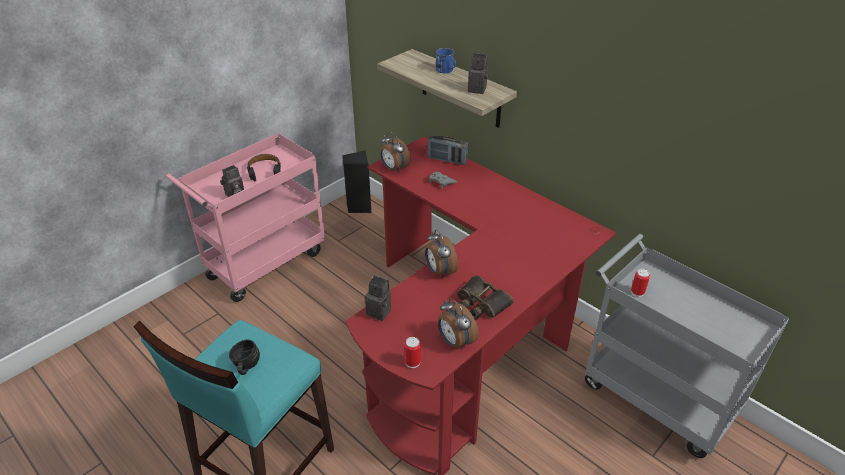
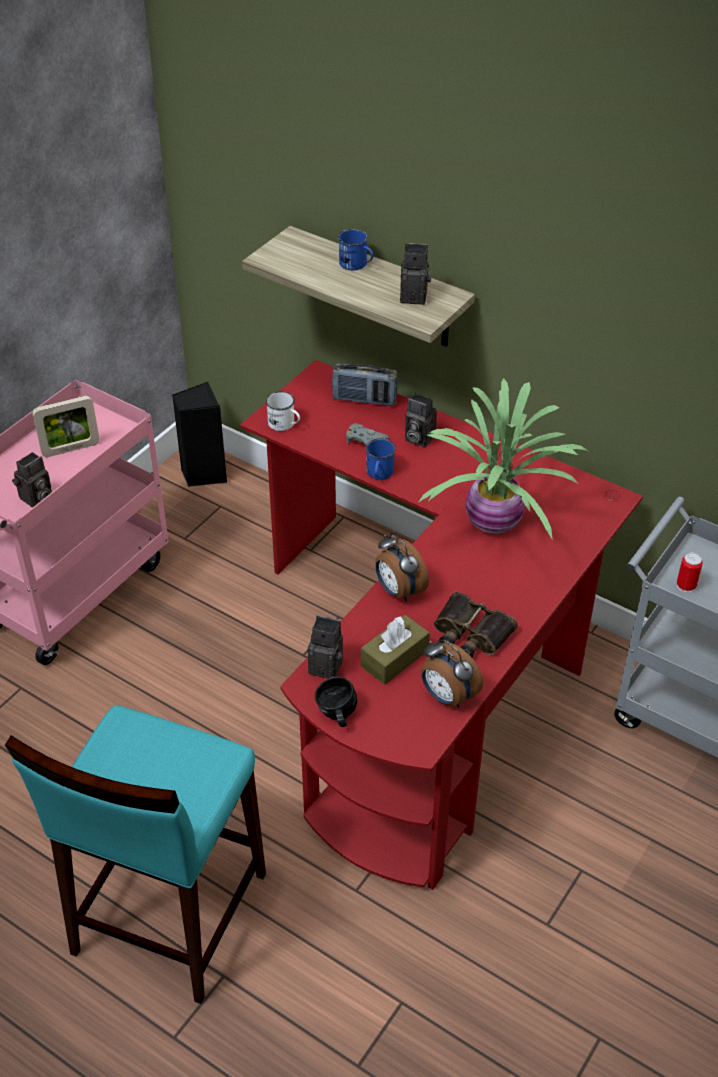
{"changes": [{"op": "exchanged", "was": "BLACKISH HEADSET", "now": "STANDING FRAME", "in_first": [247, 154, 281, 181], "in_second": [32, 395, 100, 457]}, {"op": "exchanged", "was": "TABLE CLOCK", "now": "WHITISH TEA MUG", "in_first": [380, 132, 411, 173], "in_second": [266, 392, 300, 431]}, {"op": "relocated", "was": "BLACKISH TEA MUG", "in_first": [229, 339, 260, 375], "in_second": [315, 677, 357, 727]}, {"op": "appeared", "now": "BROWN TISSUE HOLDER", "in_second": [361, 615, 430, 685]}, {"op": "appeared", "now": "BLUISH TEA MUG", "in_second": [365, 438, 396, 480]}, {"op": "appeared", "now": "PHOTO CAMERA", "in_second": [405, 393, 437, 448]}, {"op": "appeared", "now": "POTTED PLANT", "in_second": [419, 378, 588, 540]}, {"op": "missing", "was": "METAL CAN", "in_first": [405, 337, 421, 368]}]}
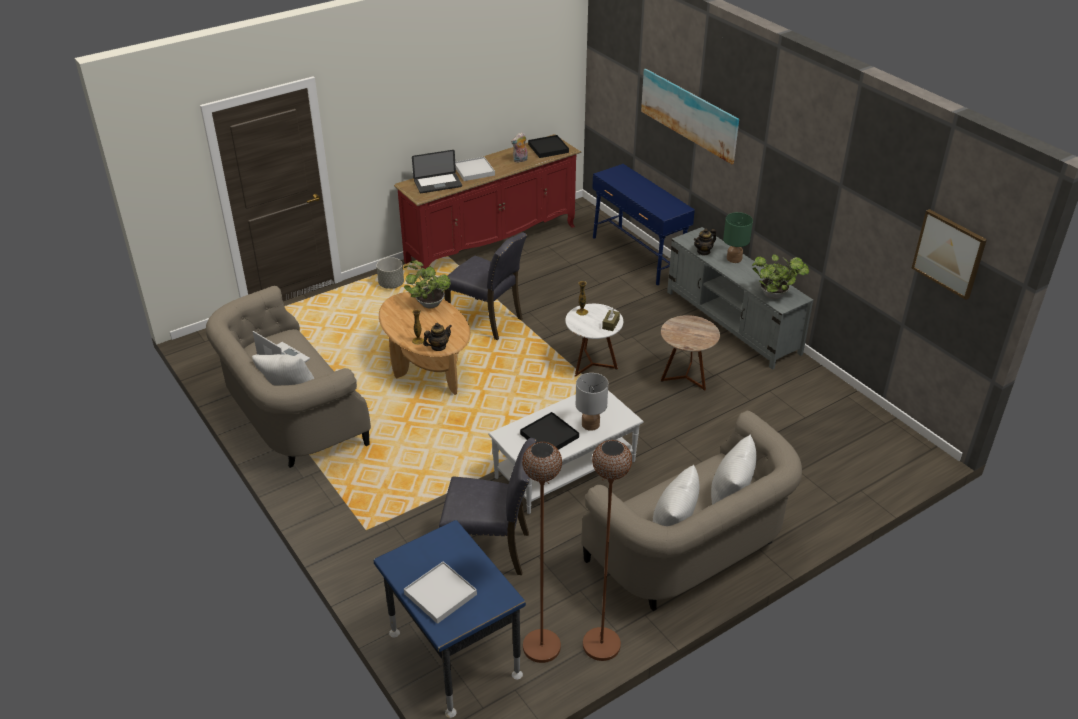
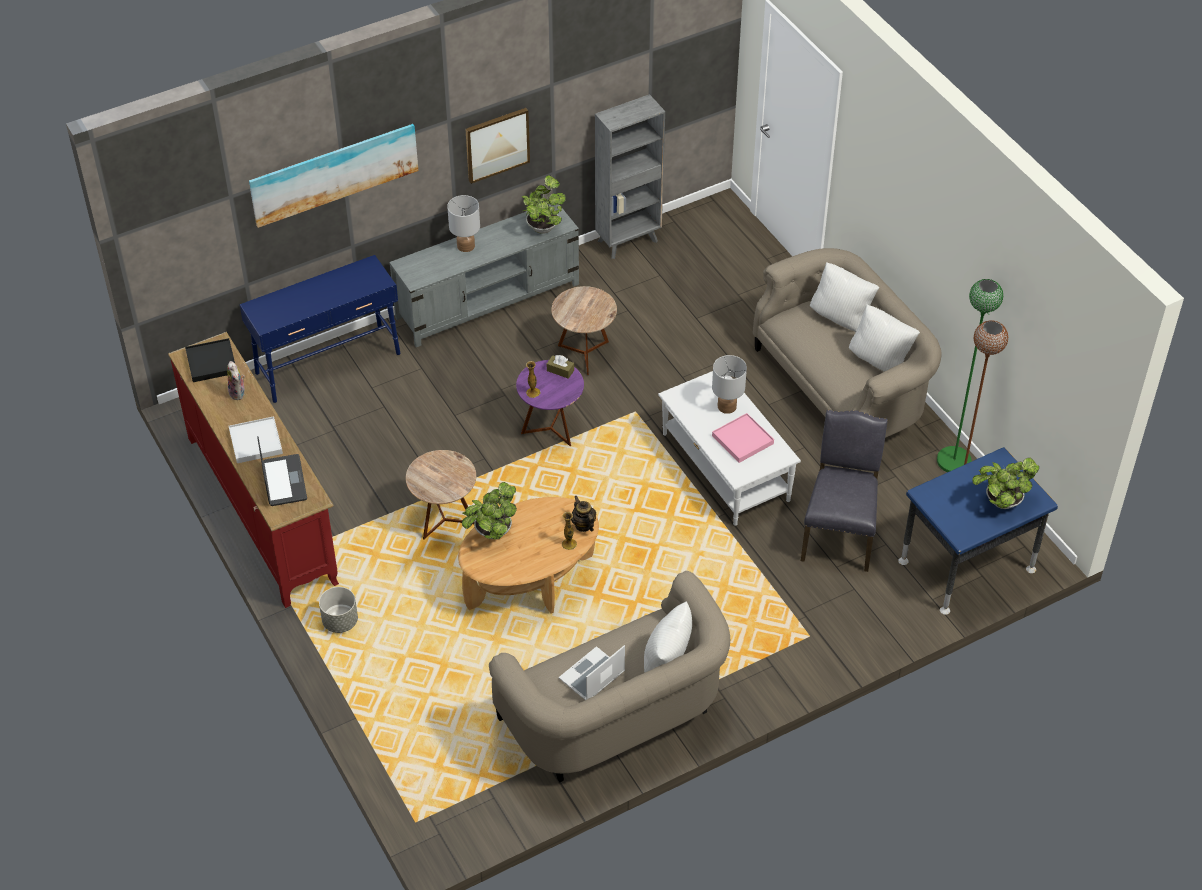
{"changes": [{"op": "exchanged", "was": "GRAY PLAIN CHAIR", "now": "BROWN SIDE TABLE", "in_first": [444, 232, 527, 340], "in_second": [406, 450, 476, 540]}, {"op": "colour", "was": "GREEN TABLETOP LAMP", "now": "GRAY TABLETOP LAMP", "in_first": [723, 212, 753, 263], "in_second": [447, 195, 480, 252]}, {"op": "relocated", "was": "WALL ART", "in_first": [912, 209, 987, 300], "in_second": [465, 108, 530, 184]}, {"op": "colour", "was": "WHITISH SIDE TABLE", "now": "PURPLE-COLOURED SIDE TABLE", "in_first": [565, 304, 623, 377], "in_second": [516, 360, 584, 446]}, {"op": "appeared", "now": "GRAY BOOKSHELF", "in_second": [595, 94, 665, 259]}, {"op": "colour", "was": "BLACKISH TRAY", "now": "PINK TRAY", "in_first": [520, 412, 579, 450], "in_second": [712, 413, 774, 463]}, {"op": "colour", "was": "BROWN STANDARD LAMP", "now": "GREEN STANDARD LAMP", "in_first": [583, 440, 632, 661], "in_second": [937, 279, 1003, 472]}, {"op": "exchanged", "was": "WHITISH TRAY", "now": "POTTED PLANT", "in_first": [404, 561, 477, 624], "in_second": [972, 458, 1039, 509]}, {"op": "missing", "was": "POT FOR TEA", "in_first": [694, 228, 716, 256]}]}
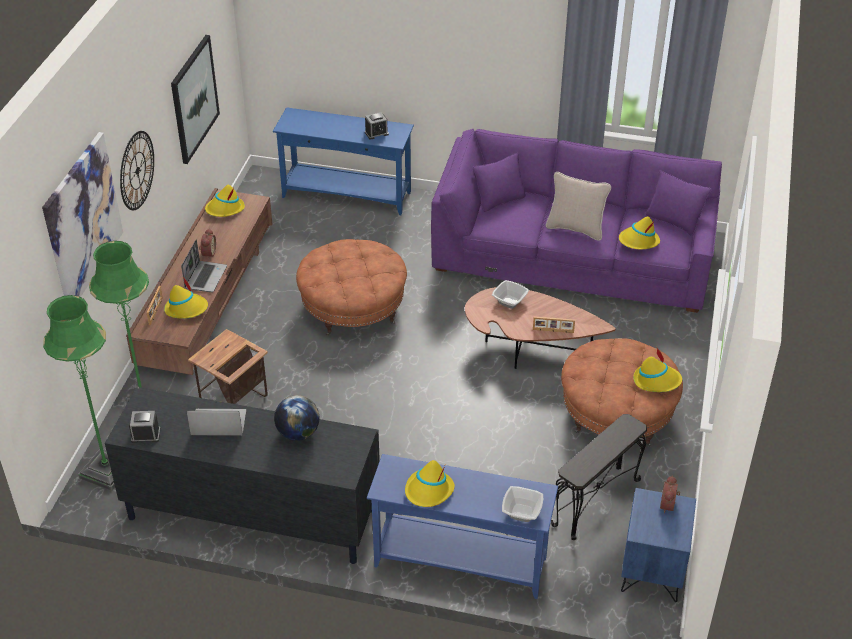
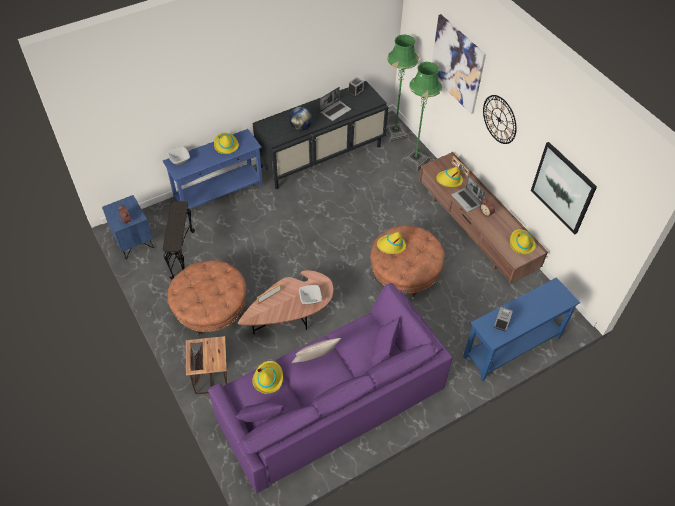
{"changes": [{"op": "relocated", "was": "SIDE TABLE", "in_first": [188, 329, 268, 404], "in_second": [186, 336, 227, 394]}, {"op": "relocated", "was": "YELLOW CLOTHING HAT", "in_first": [633, 348, 682, 392], "in_second": [377, 232, 406, 254]}]}
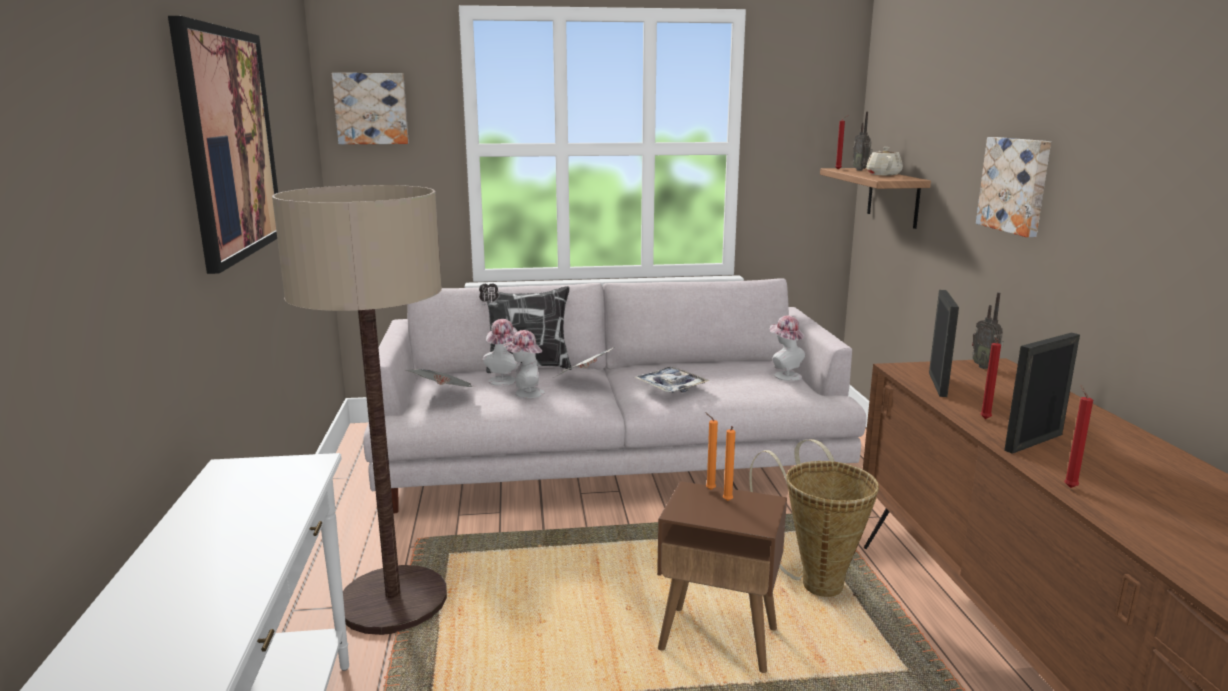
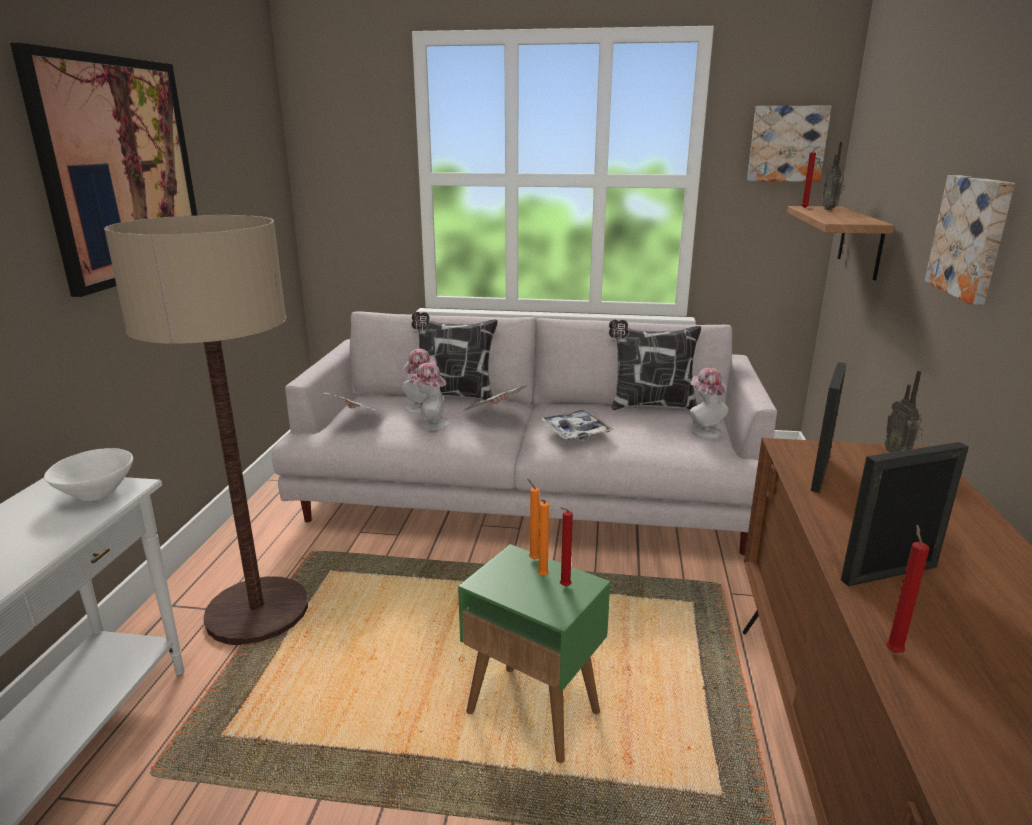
{"changes": [{"op": "appeared", "now": "WHITISH DEEP DISH", "in_second": [44, 448, 133, 501]}, {"op": "colour", "was": "BROWN SIDE TABLE", "now": "GREEN SIDE TABLE", "in_first": [657, 481, 787, 673], "in_second": [458, 544, 610, 763]}, {"op": "relocated", "was": "REDDISH WAX LIGHT", "in_first": [980, 337, 1001, 419], "in_second": [560, 507, 573, 587]}, {"op": "appeared", "now": "THROW PILLOW", "in_second": [609, 320, 701, 410]}, {"op": "relocated", "was": "WALL ART", "in_first": [332, 73, 409, 144], "in_second": [747, 106, 832, 182]}, {"op": "missing", "was": "BASKET", "in_first": [749, 439, 879, 597]}, {"op": "missing", "was": "BEIGE POT FOR TEA", "in_first": [866, 147, 903, 175]}]}
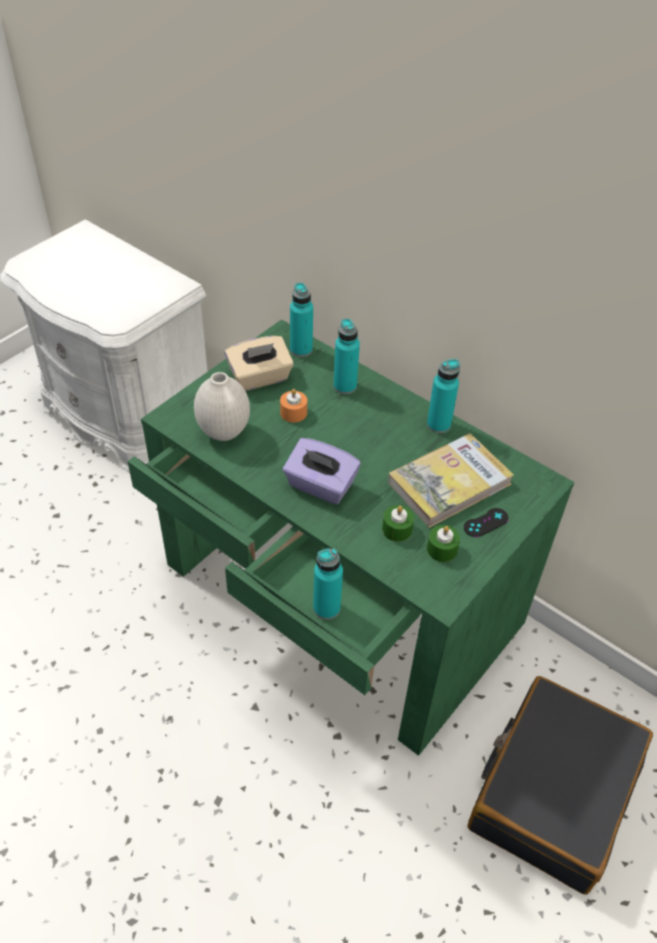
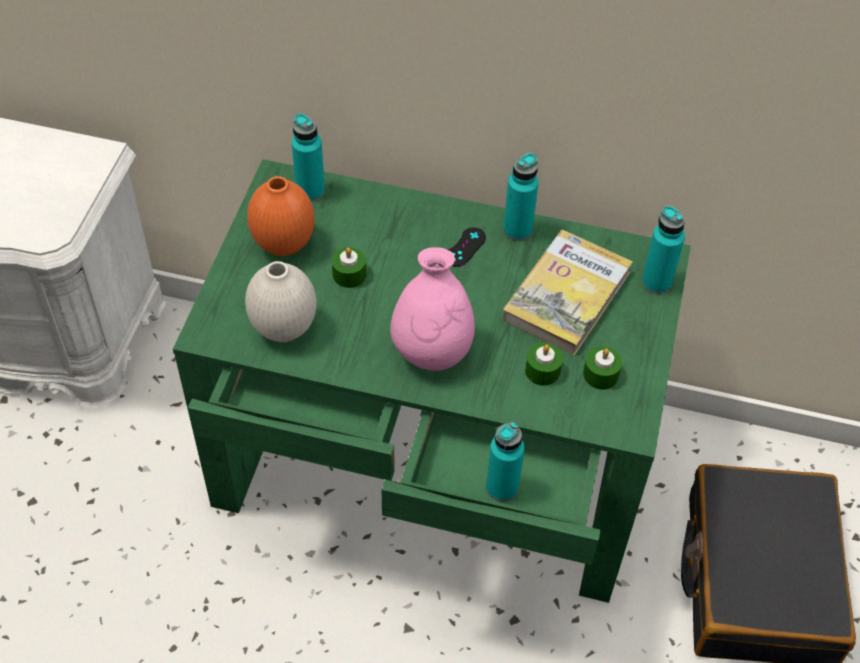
{"changes": [{"op": "exchanged", "was": "BEIGE TISSUE HOLDER", "now": "ORANGE VASE", "in_first": [225, 336, 294, 391], "in_second": [247, 176, 315, 256]}, {"op": "colour", "was": "ORANGE WAX LIGHT", "now": "GREEN WAX LIGHT", "in_first": [280, 389, 307, 423], "in_second": [332, 247, 366, 288]}, {"op": "exchanged", "was": "PURPLE-COLOURED TISSUE HOLDER", "now": "PINK VASE", "in_first": [283, 438, 361, 504], "in_second": [390, 247, 475, 371]}, {"op": "relocated", "was": "BLACKISH JOYPAD", "in_first": [464, 508, 508, 537], "in_second": [448, 227, 486, 267]}, {"op": "relocated", "was": "TURQUOISE-COLOURED BOTTLE", "in_first": [333, 318, 360, 394], "in_second": [642, 205, 685, 294]}]}
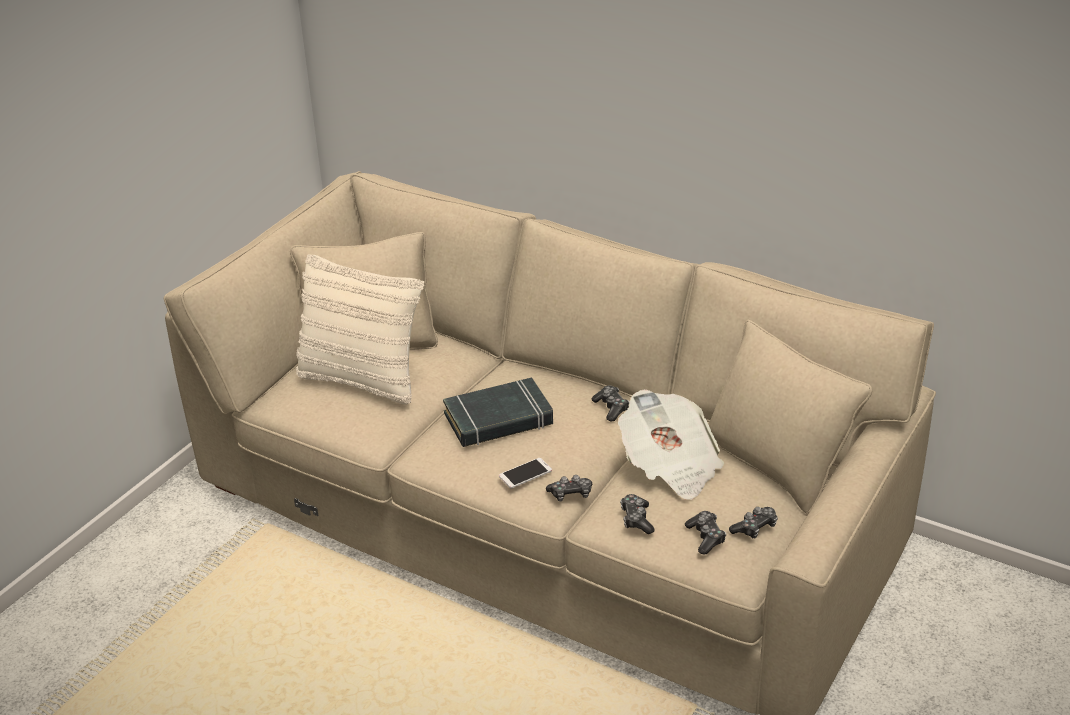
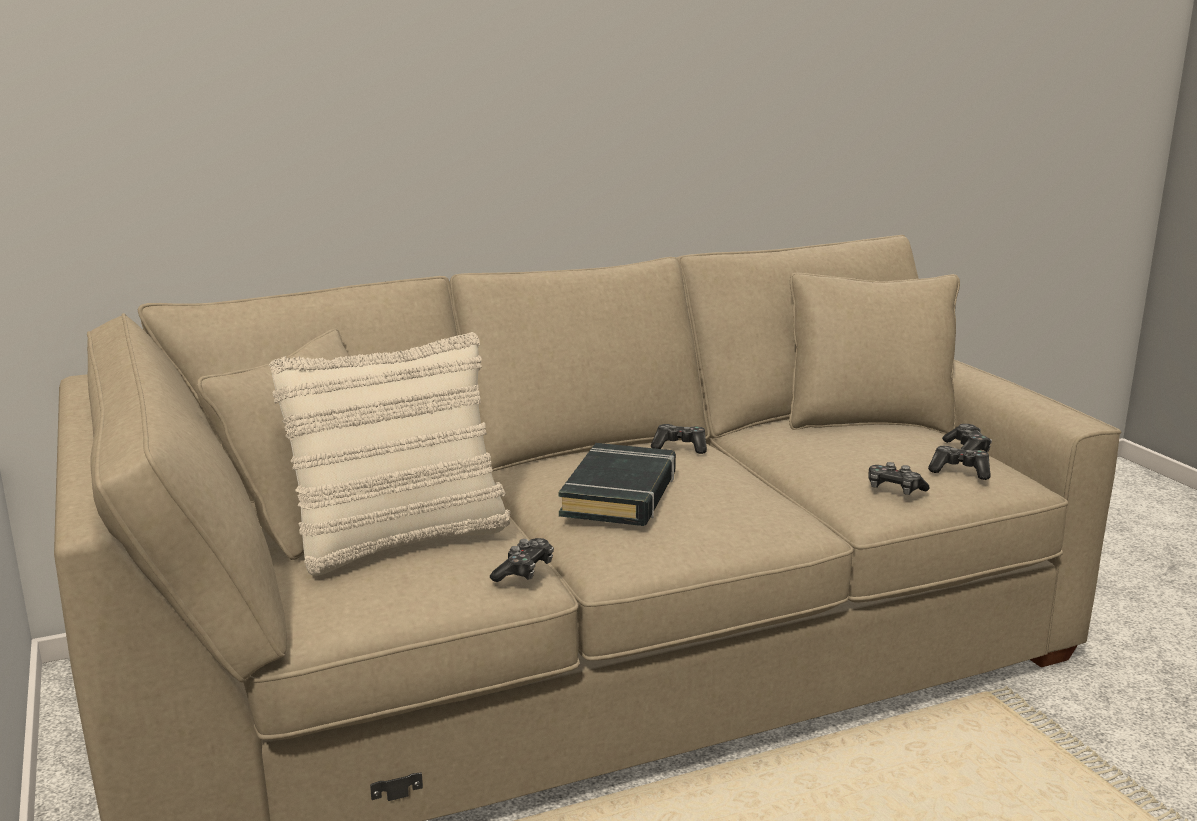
{"changes": [{"op": "relocated", "was": "JOYPAD", "in_first": [546, 475, 592, 501], "in_second": [490, 538, 554, 582]}, {"op": "missing", "was": "PHONE", "in_first": [499, 458, 552, 488]}, {"op": "missing", "was": "DAILY PAPER", "in_first": [618, 389, 724, 500]}]}
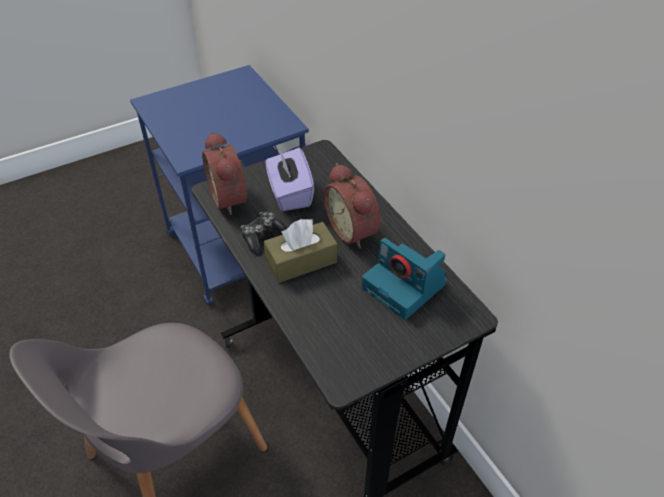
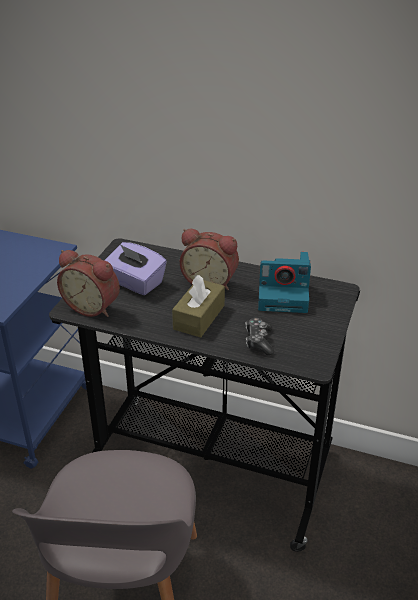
{"changes": [{"op": "relocated", "was": "JOYPAD", "in_first": [240, 211, 287, 253], "in_second": [245, 318, 274, 356]}]}
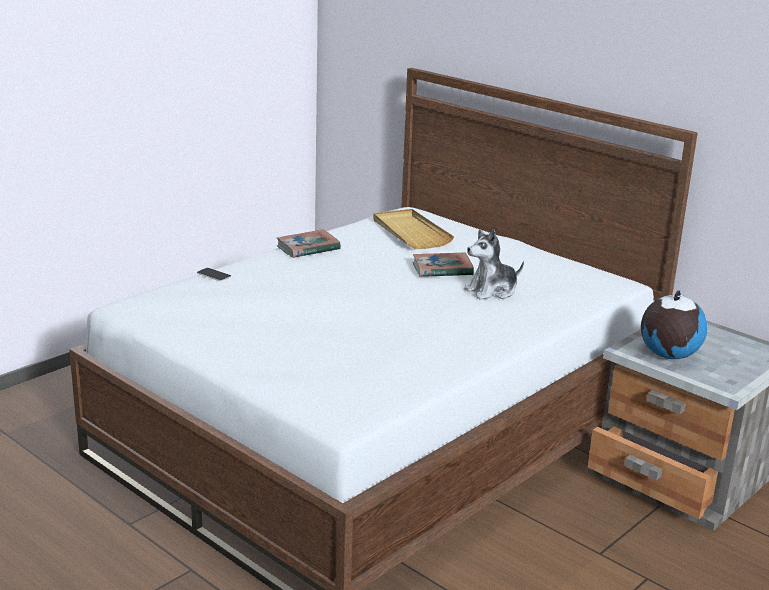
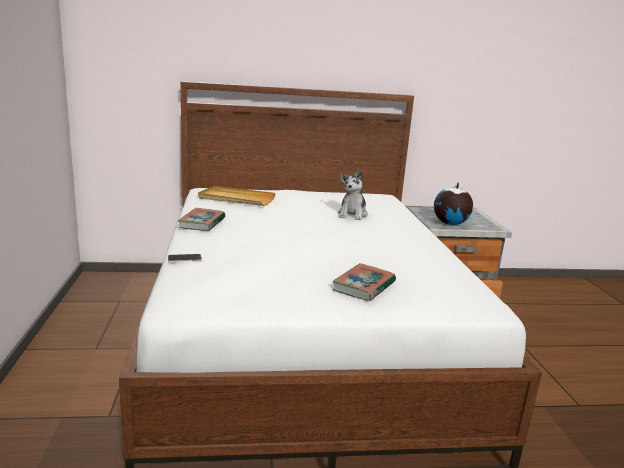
{"changes": [{"op": "relocated", "was": "BOOK", "in_first": [413, 252, 474, 277], "in_second": [332, 263, 396, 301]}]}
